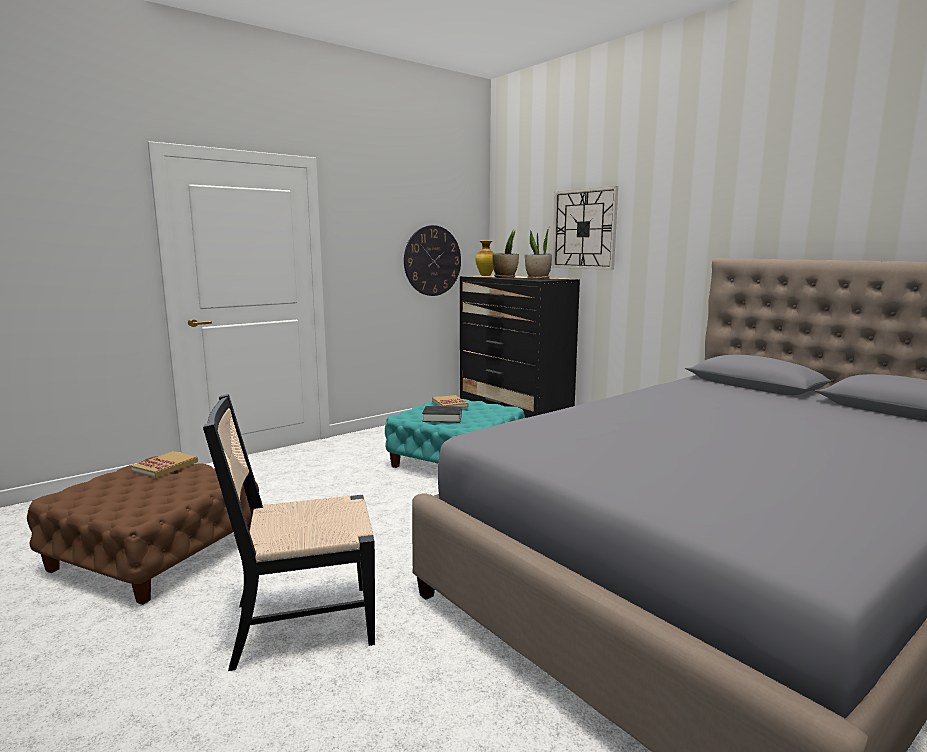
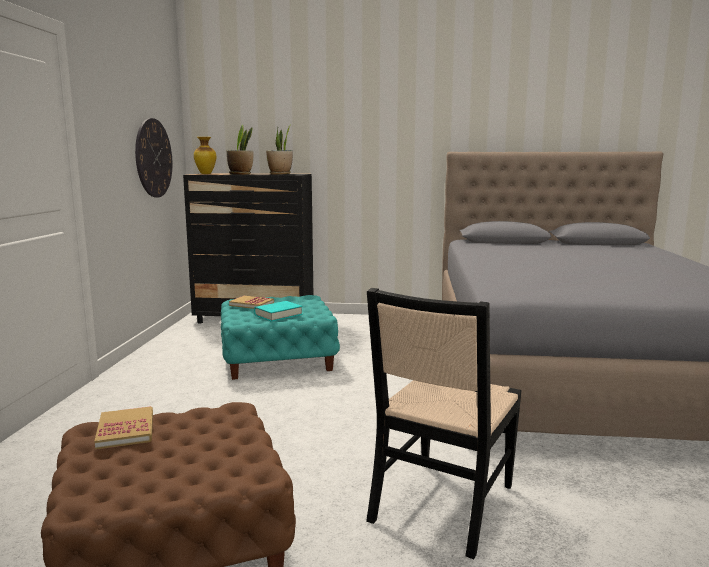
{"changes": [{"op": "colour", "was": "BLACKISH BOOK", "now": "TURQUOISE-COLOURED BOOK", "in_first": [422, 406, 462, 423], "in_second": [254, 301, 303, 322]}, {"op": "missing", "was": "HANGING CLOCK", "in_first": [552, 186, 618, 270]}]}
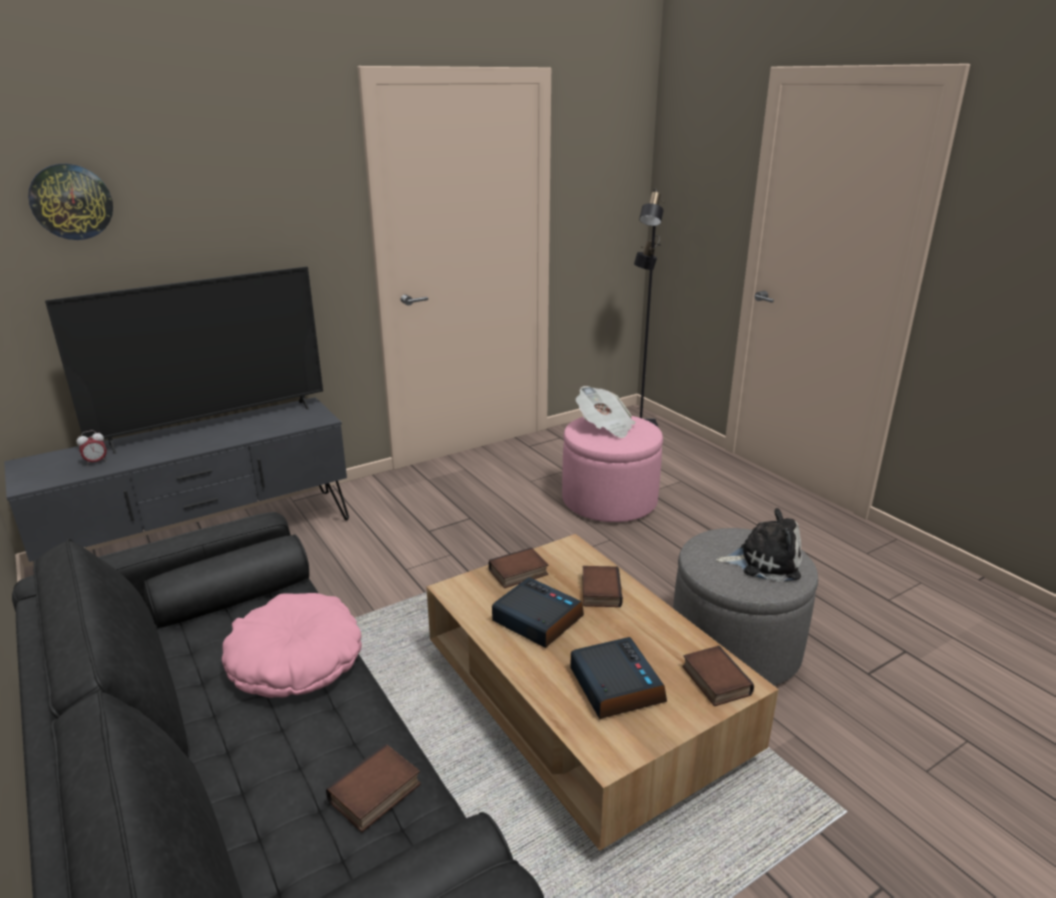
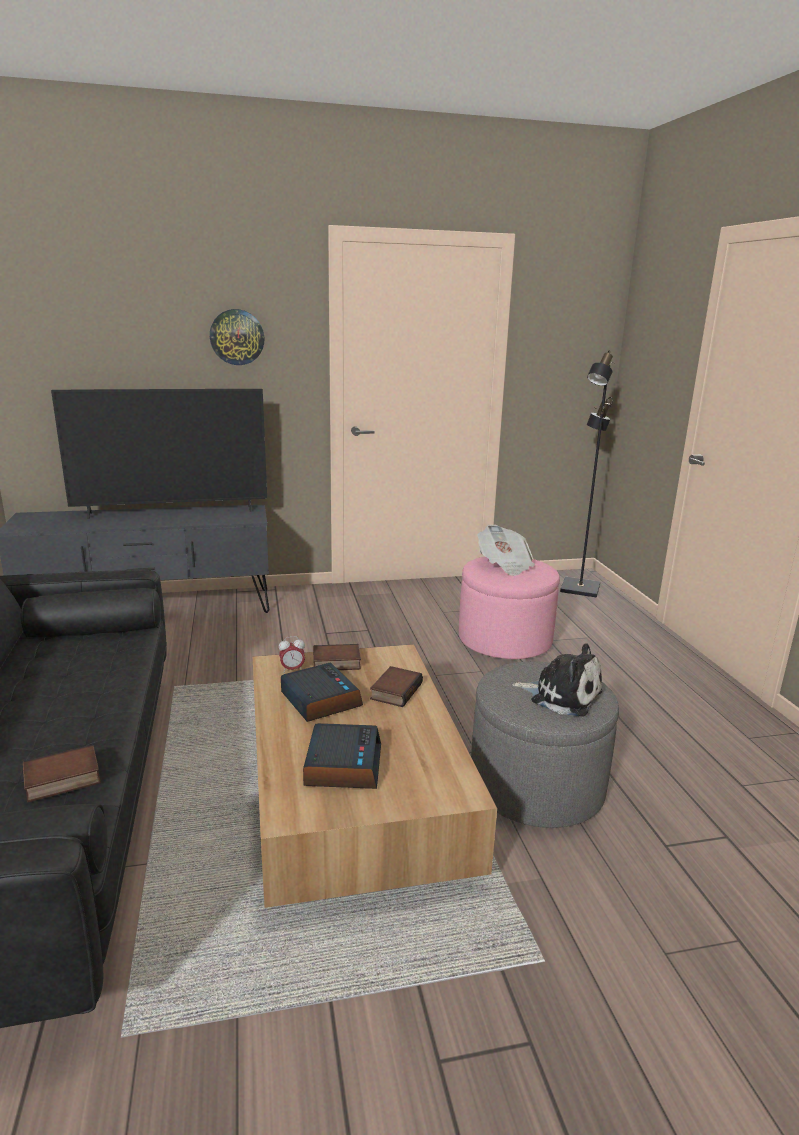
{"changes": [{"op": "relocated", "was": "HANGING CLOCK", "in_first": [28, 164, 113, 240], "in_second": [210, 309, 265, 365]}, {"op": "relocated", "was": "TABLE CLOCK", "in_first": [77, 430, 107, 466], "in_second": [279, 636, 305, 671]}, {"op": "missing", "was": "PINK THROW PILLOW", "in_first": [222, 593, 362, 698]}, {"op": "missing", "was": "BOOK", "in_first": [682, 646, 754, 706]}]}
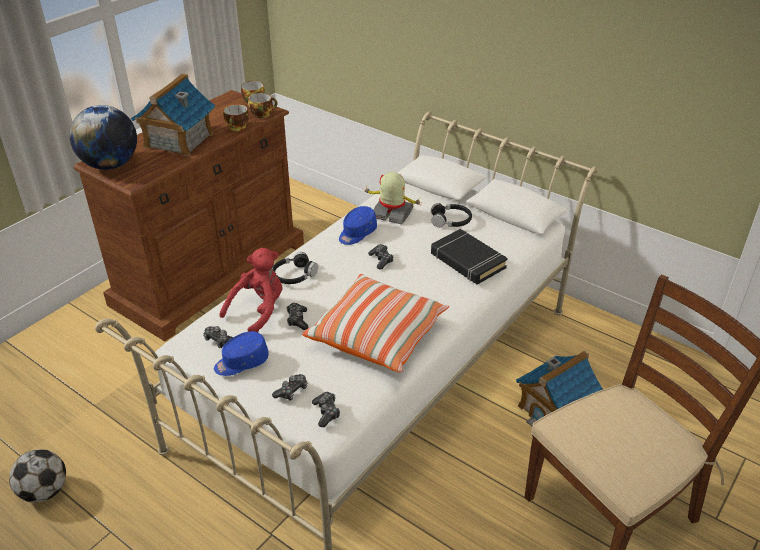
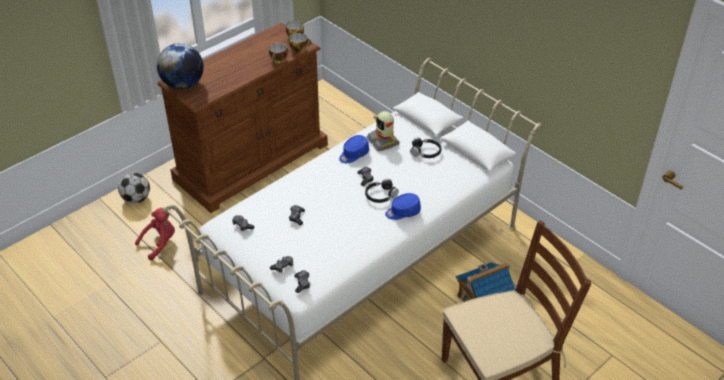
{"changes": [{"op": "relocated", "was": "FOOTBALL BALL", "in_first": [9, 449, 66, 503], "in_second": [118, 173, 150, 203]}, {"op": "relocated", "was": "REDDISH CUDDLY TOY", "in_first": [219, 248, 283, 332], "in_second": [135, 208, 175, 260]}, {"op": "relocated", "was": "BLACKISH HEADSET", "in_first": [272, 252, 318, 284], "in_second": [365, 179, 399, 203]}, {"op": "spun", "was": "ROBOT FIGURE", "in_first": [363, 172, 423, 224], "in_second": [366, 111, 400, 151], "clockwise": -150}, {"op": "relocated", "was": "BLUISH CAP", "in_first": [214, 331, 269, 376], "in_second": [385, 193, 421, 220]}, {"op": "missing", "was": "TOY HOUSE", "in_first": [131, 73, 215, 156]}, {"op": "missing", "was": "THROW PILLOW", "in_first": [302, 274, 449, 372]}, {"op": "missing", "was": "BLACKISH BOOK", "in_first": [431, 229, 508, 284]}]}
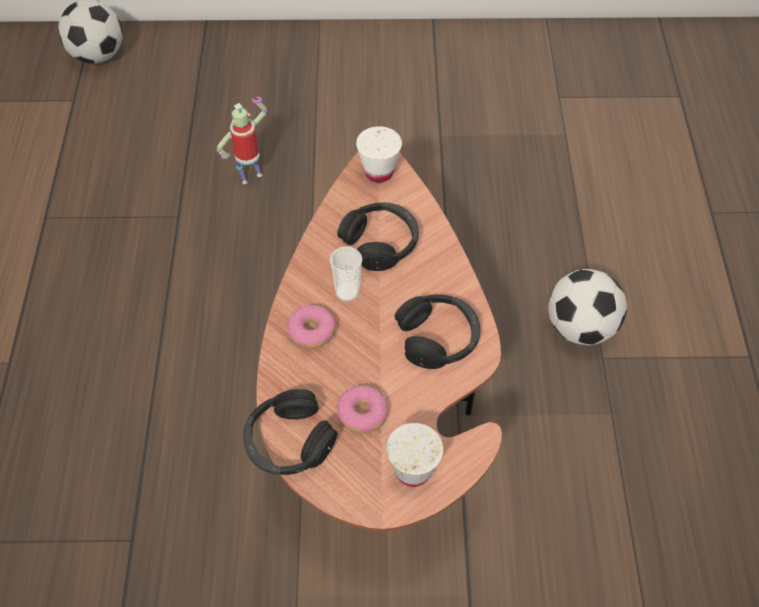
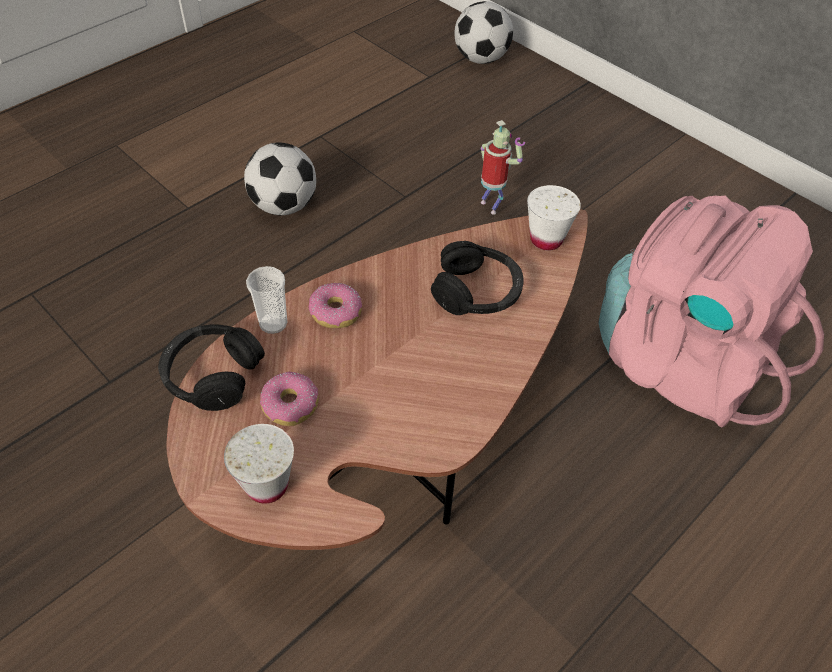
{"changes": [{"op": "relocated", "was": "FOOTBALL BALL", "in_first": [548, 269, 627, 345], "in_second": [244, 142, 316, 215]}, {"op": "relocated", "was": "DRINKING CUP", "in_first": [330, 246, 362, 302], "in_second": [246, 266, 287, 334]}, {"op": "spun", "was": "ROBOT FIGURE", "in_first": [216, 97, 268, 184], "in_second": [481, 120, 525, 215], "clockwise": 45}, {"op": "appeared", "now": "PINK BACKPACK", "in_second": [598, 195, 824, 428]}, {"op": "missing", "was": "BLACKISH HEADSET", "in_first": [395, 295, 480, 369]}]}
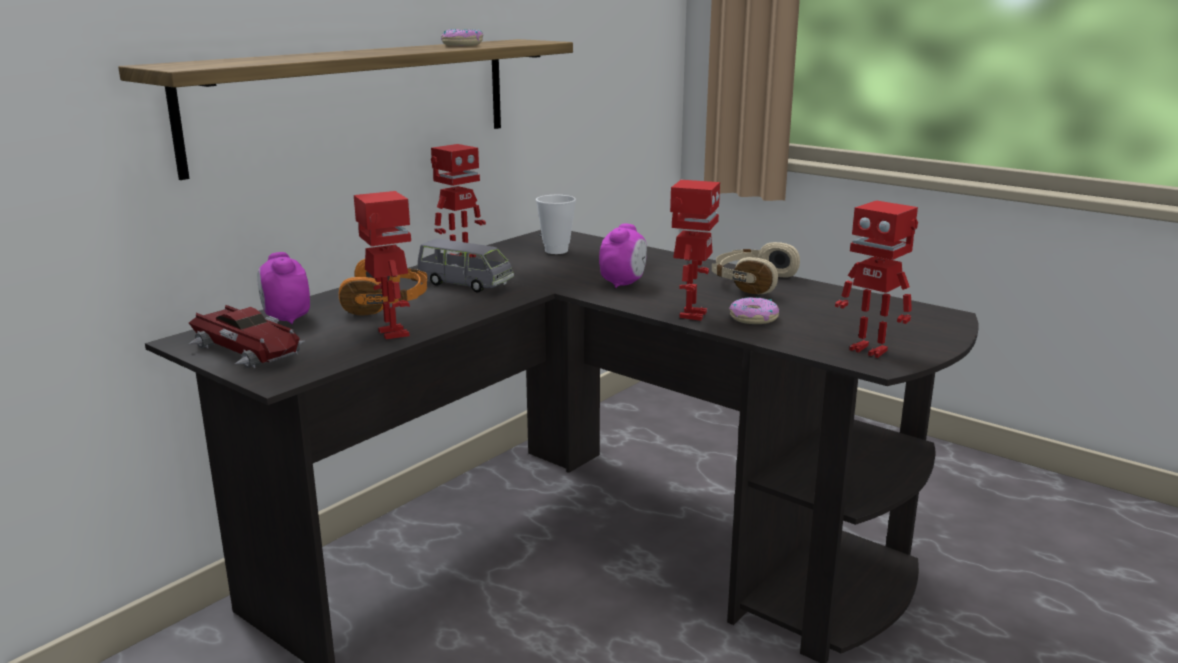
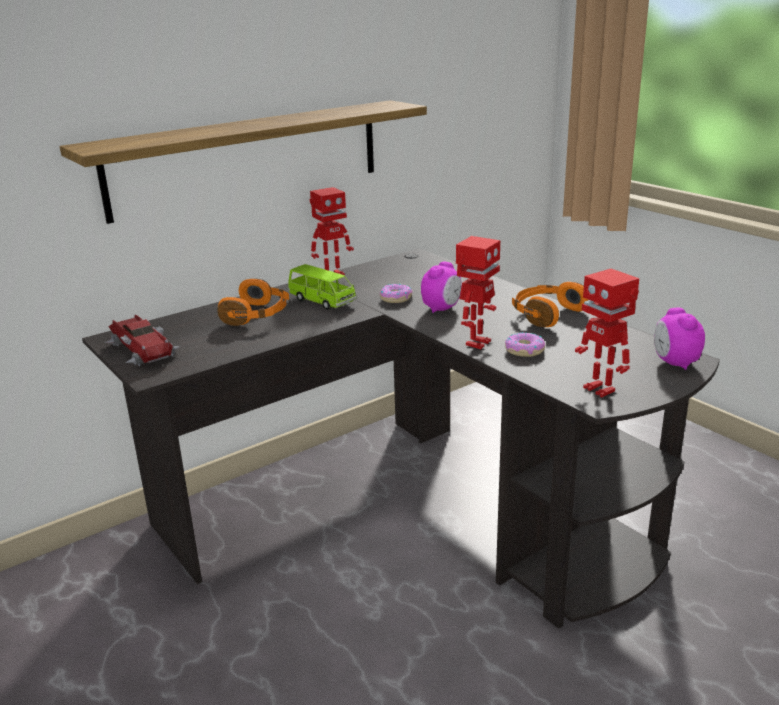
{"changes": [{"op": "colour", "was": "GRAY MODEL CAR", "now": "GREEN MODEL CAR", "in_first": [418, 239, 514, 292], "in_second": [288, 264, 357, 310]}, {"op": "relocated", "was": "RING DOUGHNUT", "in_first": [441, 29, 483, 46], "in_second": [380, 284, 413, 303]}, {"op": "colour", "was": "BEIGE HEADSET", "now": "ORANGE HEADSET", "in_first": [712, 242, 800, 294], "in_second": [512, 282, 589, 327]}, {"op": "relocated", "was": "TABLE CLOCK", "in_first": [257, 252, 310, 324], "in_second": [654, 307, 705, 370]}, {"op": "missing", "was": "ROBOT FIGURE", "in_first": [354, 191, 411, 339]}, {"op": "missing", "was": "DRINKING CUP", "in_first": [536, 195, 576, 254]}]}
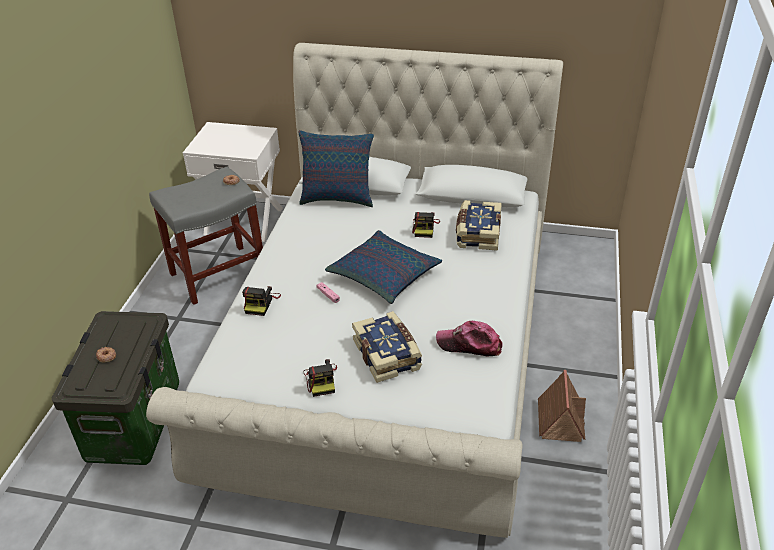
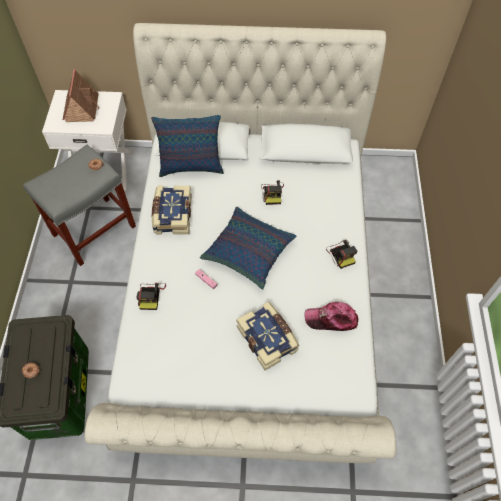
{"changes": [{"op": "relocated", "was": "TOY HOUSE", "in_first": [538, 370, 586, 442], "in_second": [63, 69, 99, 122]}, {"op": "relocated", "was": "BOOK", "in_first": [456, 200, 502, 251], "in_second": [152, 186, 192, 234]}, {"op": "relocated", "was": "PHOTO CAMERA", "in_first": [303, 359, 337, 397], "in_second": [326, 239, 357, 269]}]}
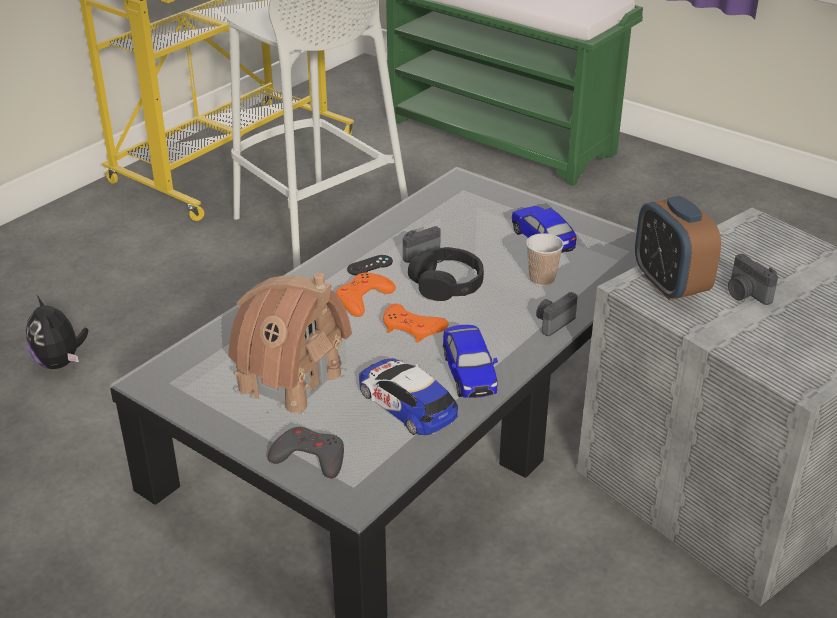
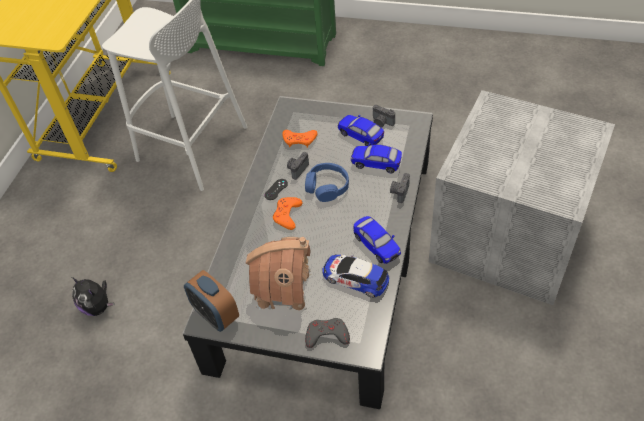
{"changes": [{"op": "relocated", "was": "TABLE CLOCK", "in_first": [635, 195, 721, 301], "in_second": [184, 270, 239, 332]}, {"op": "relocated", "was": "ORANGE JOYPAD", "in_first": [383, 304, 448, 343], "in_second": [282, 130, 318, 148]}, {"op": "colour", "was": "BLACKISH HEADSET", "now": "BLUISH HEADSET", "in_first": [408, 247, 484, 301], "in_second": [305, 163, 349, 202]}, {"op": "exchanged", "was": "DRINKING CUP", "now": "MODEL CAR", "in_first": [526, 233, 564, 286], "in_second": [351, 143, 402, 174]}, {"op": "relocated", "was": "PHOTO CAMERA", "in_first": [728, 254, 778, 305], "in_second": [373, 105, 395, 128]}]}
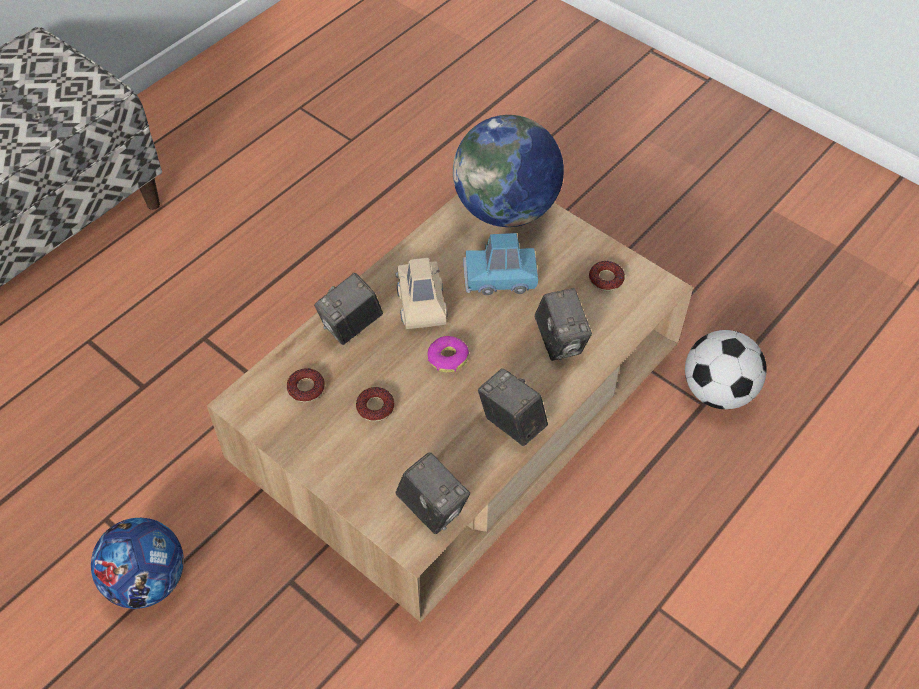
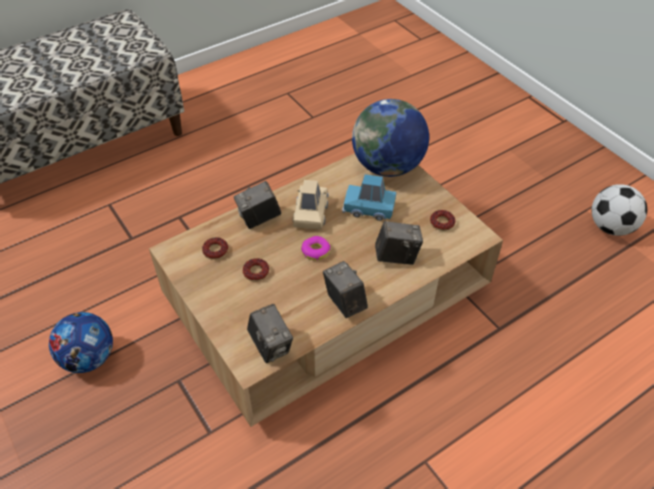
{"changes": [{"op": "spun", "was": "PHOTO CAMERA", "in_first": [534, 288, 592, 361], "in_second": [375, 221, 423, 265], "clockwise": -90}, {"op": "relocated", "was": "FOOTBALL BALL", "in_first": [685, 330, 767, 409], "in_second": [592, 184, 647, 236]}]}
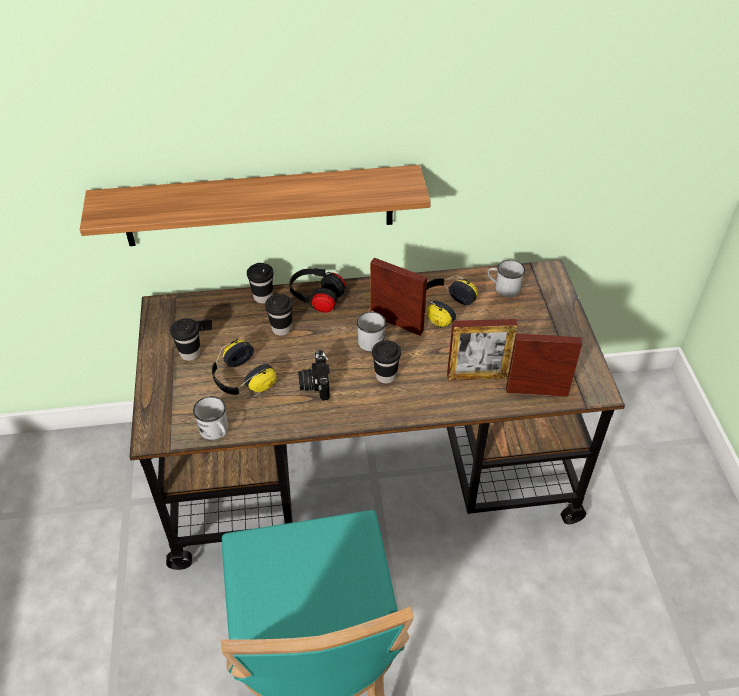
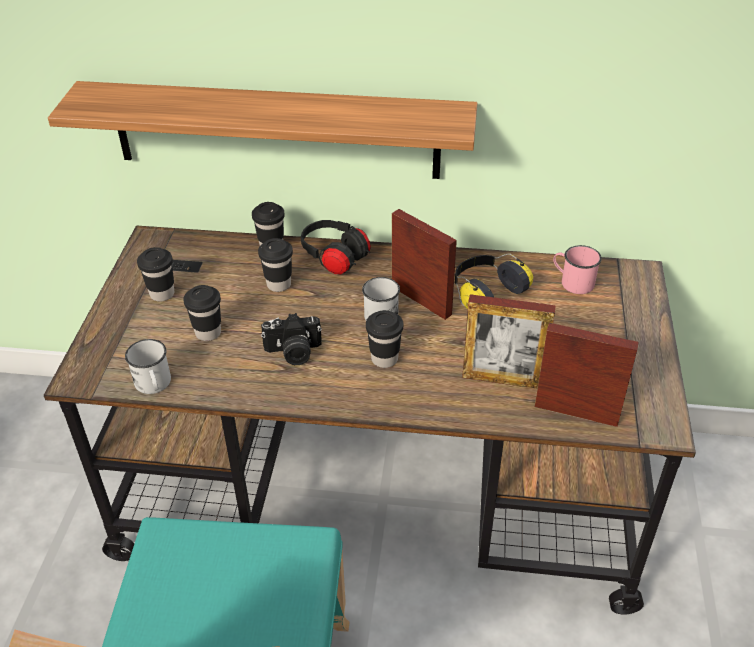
{"changes": [{"op": "exchanged", "was": "HEADSET", "now": "BLACKISH DRINKING CUP", "in_first": [212, 339, 277, 397], "in_second": [183, 285, 221, 341]}, {"op": "spun", "was": "PHOTO CAMERA", "in_first": [298, 350, 330, 401], "in_second": [261, 313, 322, 365], "clockwise": -105}, {"op": "colour", "was": "WHITISH TEA MUG", "now": "PINK TEA MUG", "in_first": [487, 260, 525, 297], "in_second": [553, 245, 602, 294]}]}
